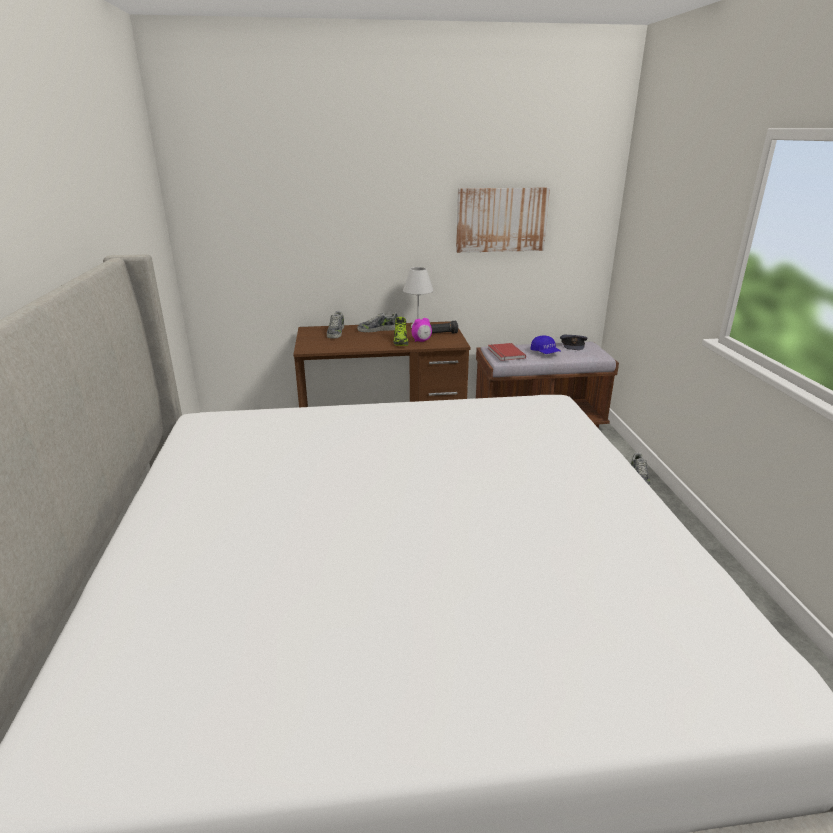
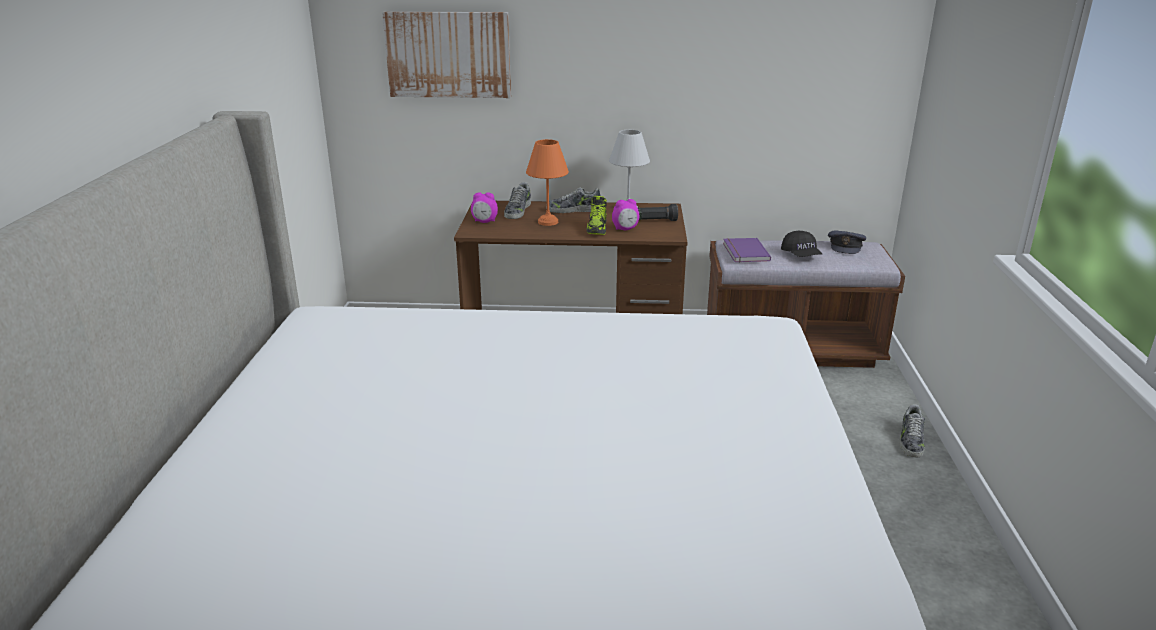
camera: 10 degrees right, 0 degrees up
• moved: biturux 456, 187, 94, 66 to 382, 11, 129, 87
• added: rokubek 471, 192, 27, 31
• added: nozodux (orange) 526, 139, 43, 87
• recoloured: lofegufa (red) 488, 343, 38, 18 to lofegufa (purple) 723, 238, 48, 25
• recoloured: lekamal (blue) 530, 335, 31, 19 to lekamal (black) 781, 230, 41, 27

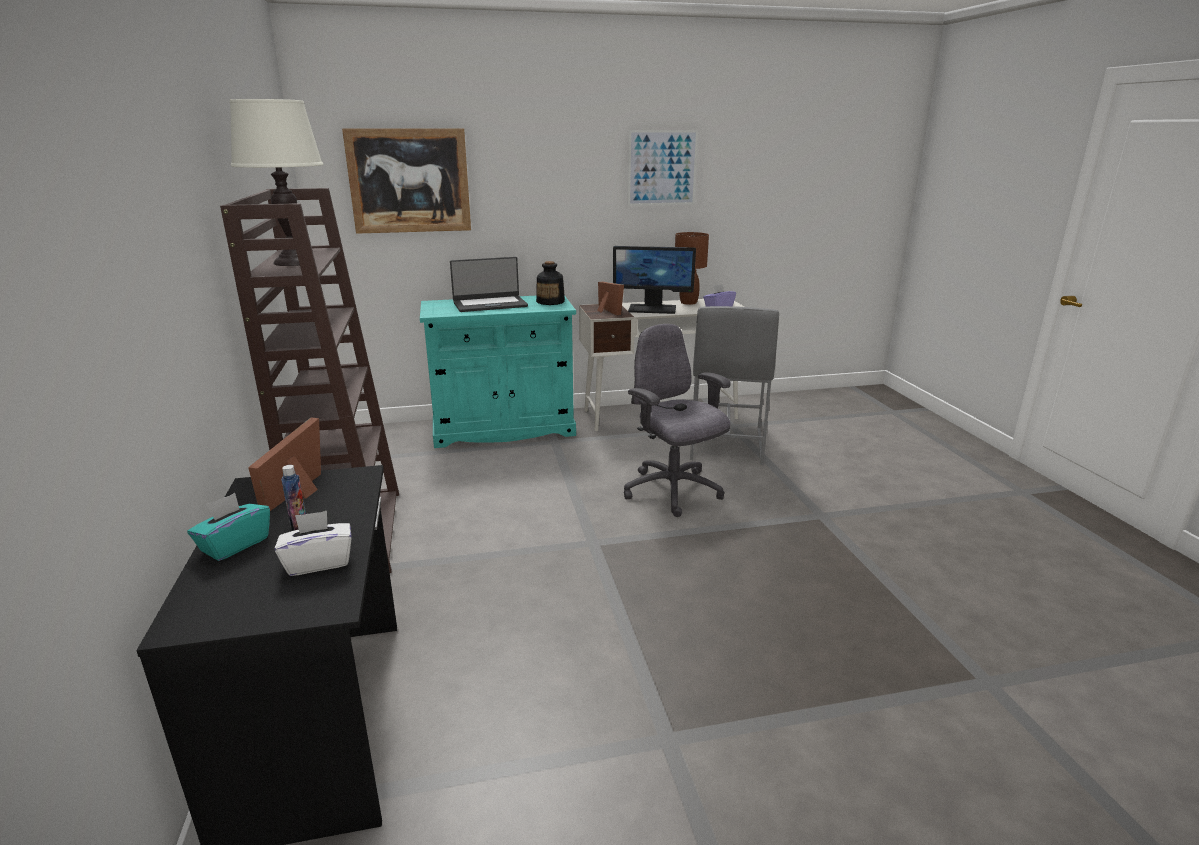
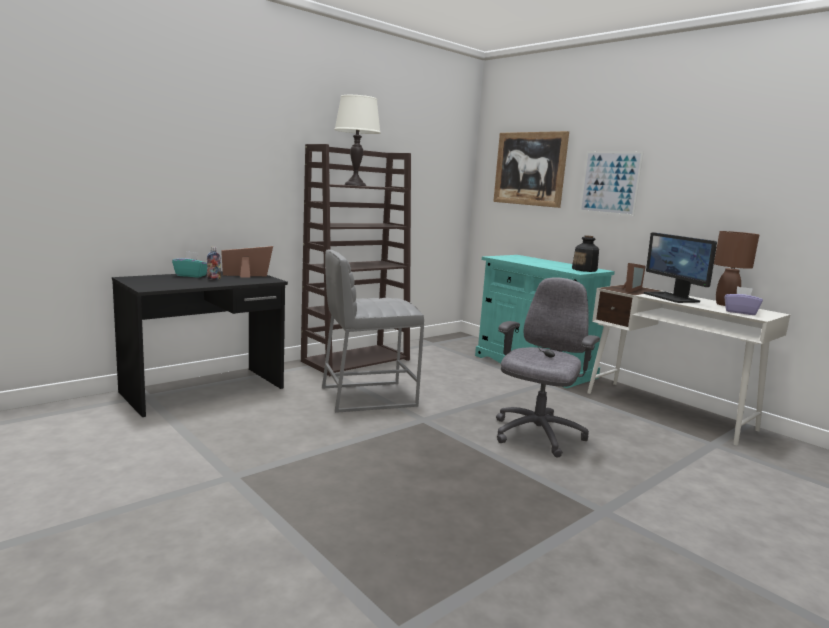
camera: 60 degrees right, 10 degrees down
• moved: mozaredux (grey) 690, 306, 89, 159 to 322, 249, 102, 164
• moved: biturux 628, 130, 70, 76 to 579, 151, 65, 66
• removed: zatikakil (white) 275, 511, 77, 65
• removed: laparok 450, 257, 78, 55

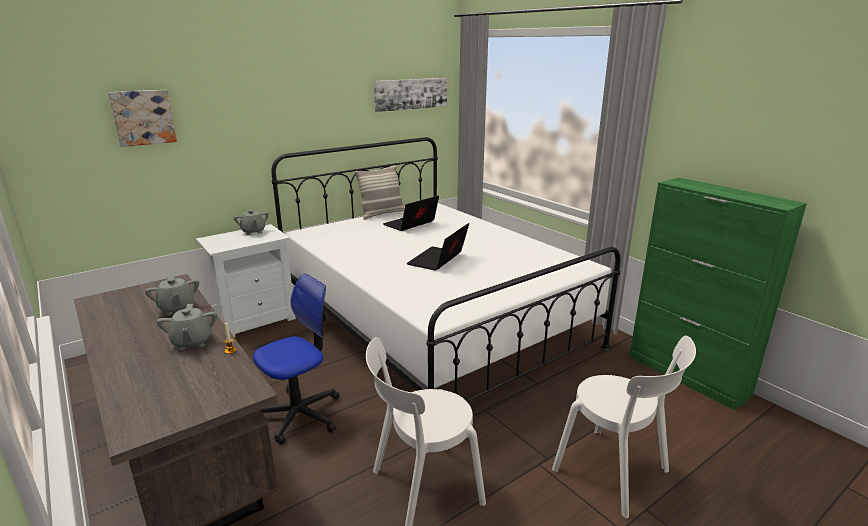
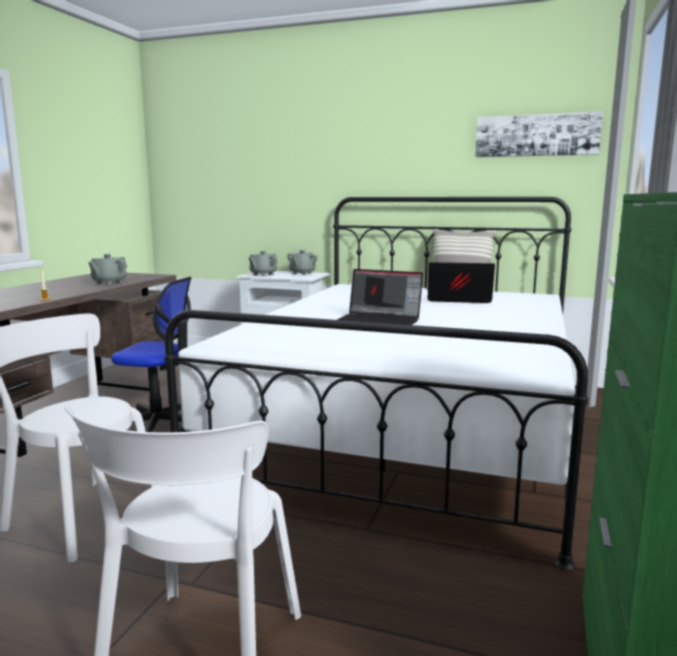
camera: 55 degrees right, 10 degrees down
• moved: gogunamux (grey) 157, 304, 60, 46 to 249, 251, 29, 25
• turned: laparok 407, 223, 62, 48 = 337, 269, 86, 56 150 degrees counterclockwise
• removed: biturux 108, 90, 69, 57

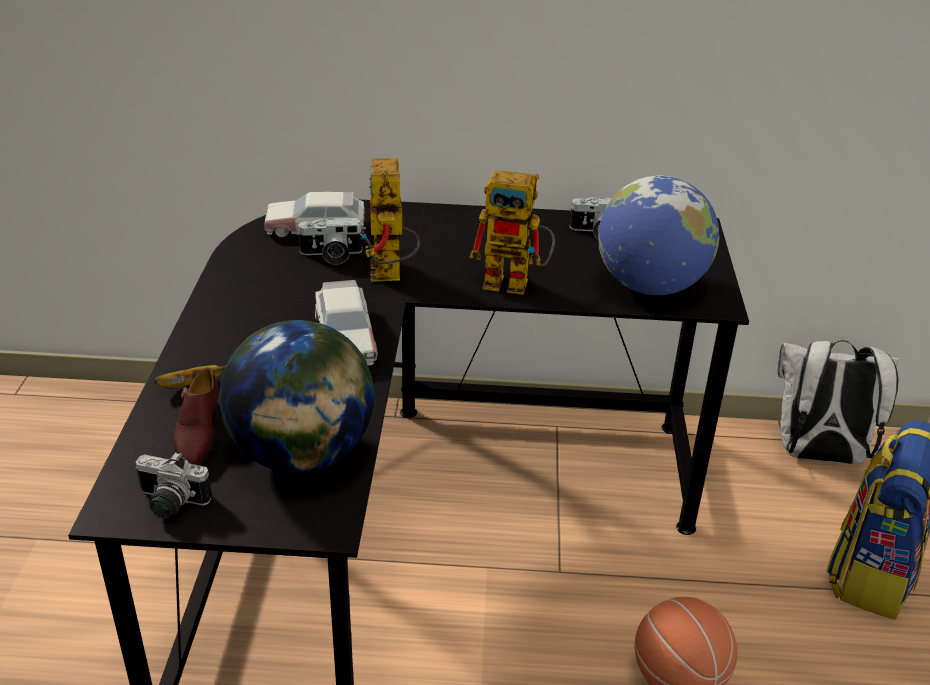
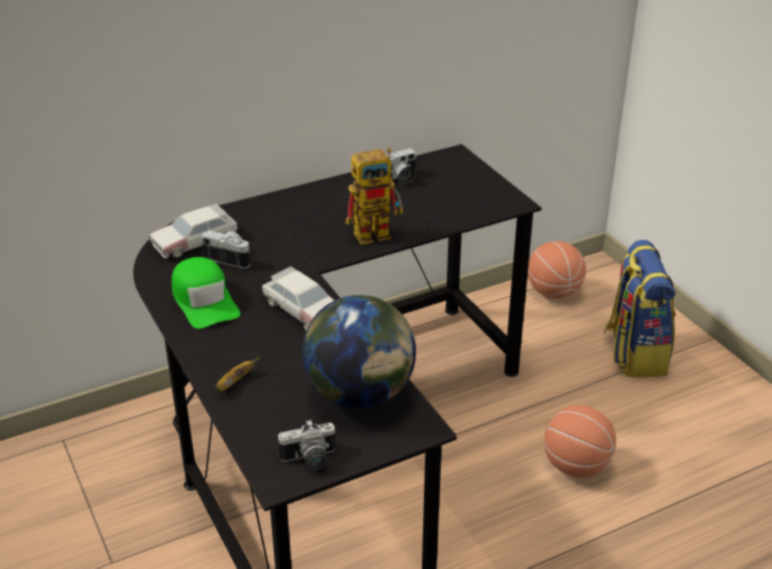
camera: 30 degrees left, 0 degrees up
• added: lekamal (green) 172, 257, 68, 72
• turned: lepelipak 296, 218, 68, 47 = 201, 230, 50, 39 120 degrees counterclockwise
• replaced: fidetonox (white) 778, 340, 122, 124 to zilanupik 528, 241, 58, 58
• removed: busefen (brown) 173, 368, 46, 98
• removed: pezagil 360, 158, 60, 124
• removed: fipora 598, 176, 121, 119

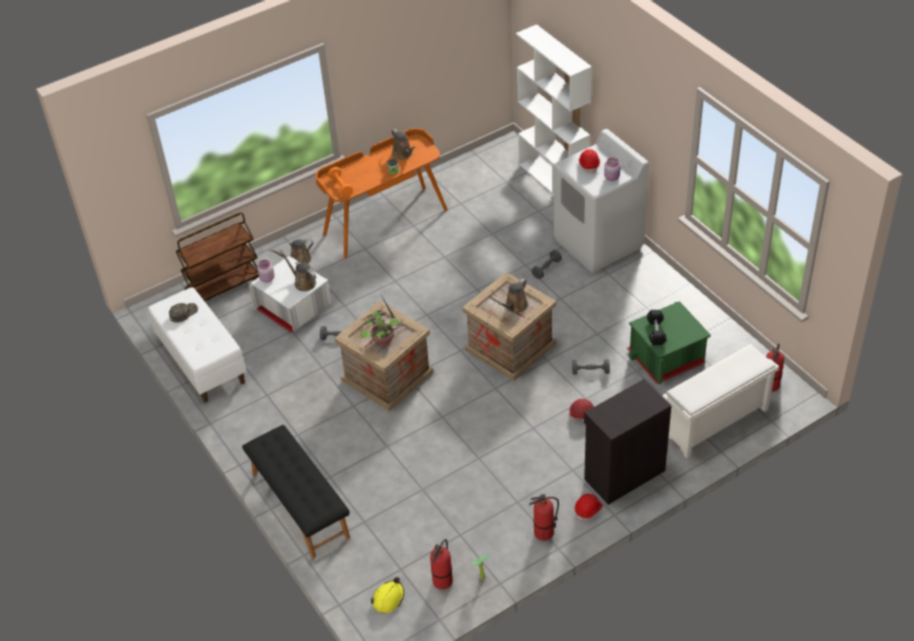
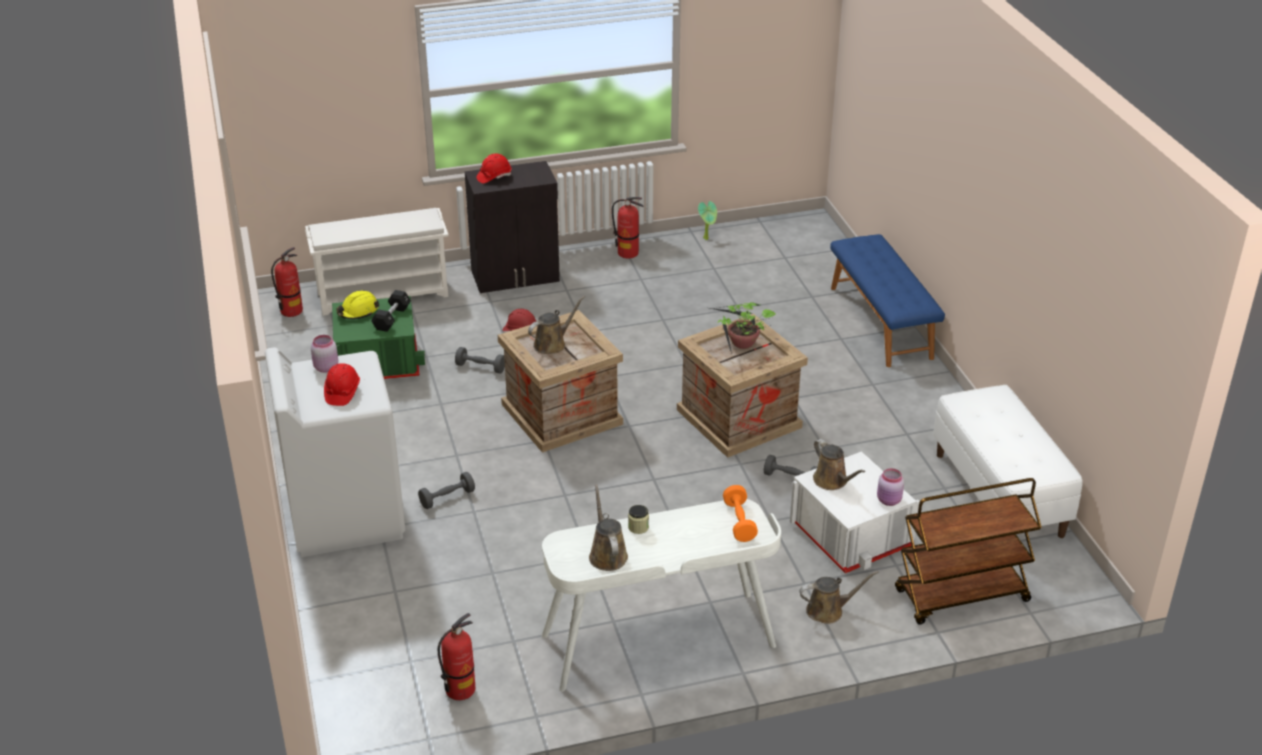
camera: 165 degrees left, 10 degrees down
• moved: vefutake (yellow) 371, 577, 33, 36 to 336, 291, 43, 28
• moved: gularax 430, 539, 23, 51 to 438, 613, 37, 87
• moved: vefutake (red) 575, 494, 28, 27 to 477, 153, 34, 30
• recoloured: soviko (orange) 315, 128, 133, 131 to soviko (white) 542, 499, 239, 193
• recoloured: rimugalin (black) 242, 425, 108, 134 to rimugalin (blue) 830, 234, 115, 133
• removed: lekamal (green) 169, 303, 29, 20
• removed: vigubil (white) 516, 24, 76, 171

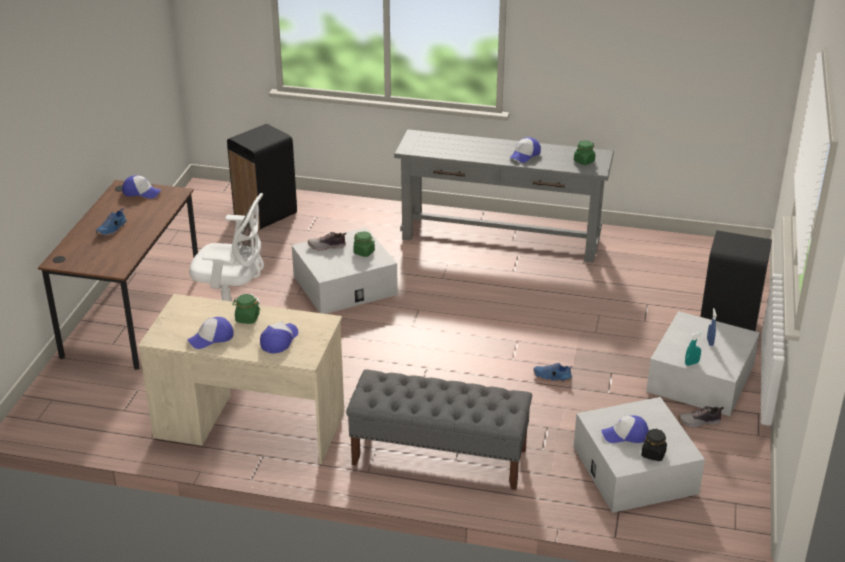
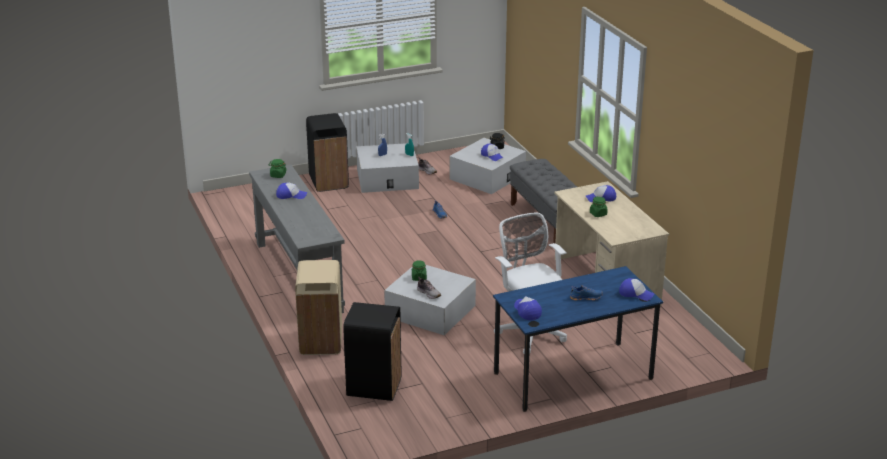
camera: 125 degrees left, 5 degrees down
• added: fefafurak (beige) 295, 260, 47, 95
• recoloured: soviko (brown) 38, 180, 160, 190 to soviko (blue) 493, 266, 170, 146
• moved: lekamal 187, 317, 47, 32 to 619, 278, 36, 23

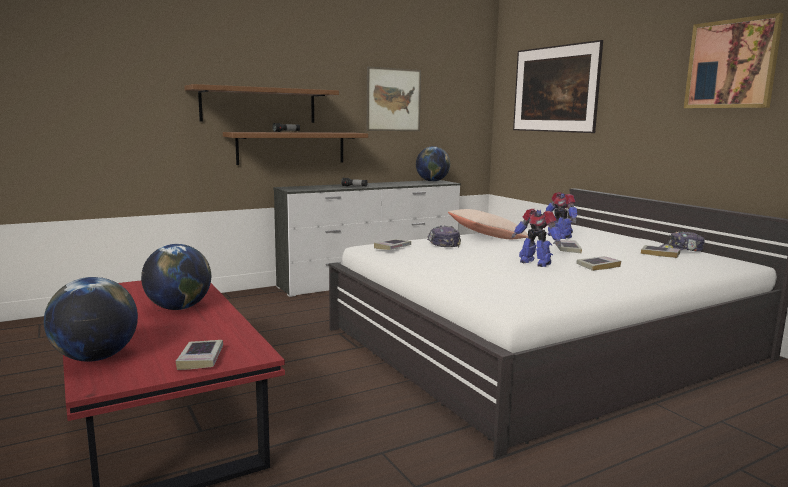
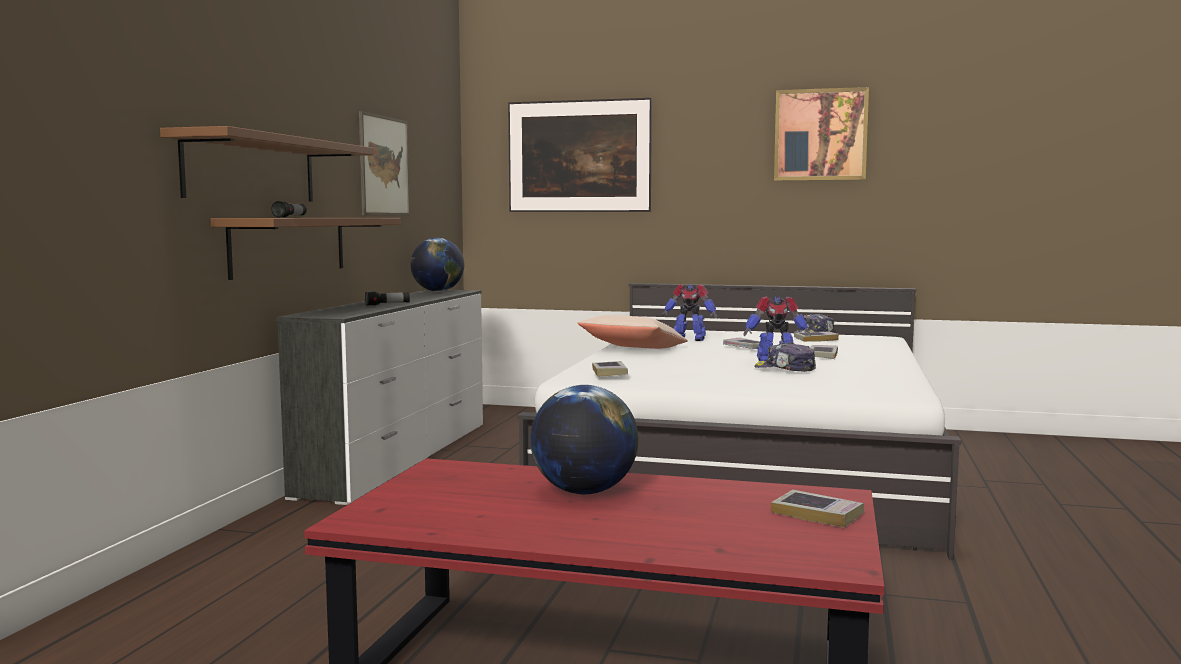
camera: 45 degrees left, 5 degrees down
• moved: lekamal 427, 226, 34, 21 to 754, 343, 62, 29
• removed: fipora 44, 277, 94, 85

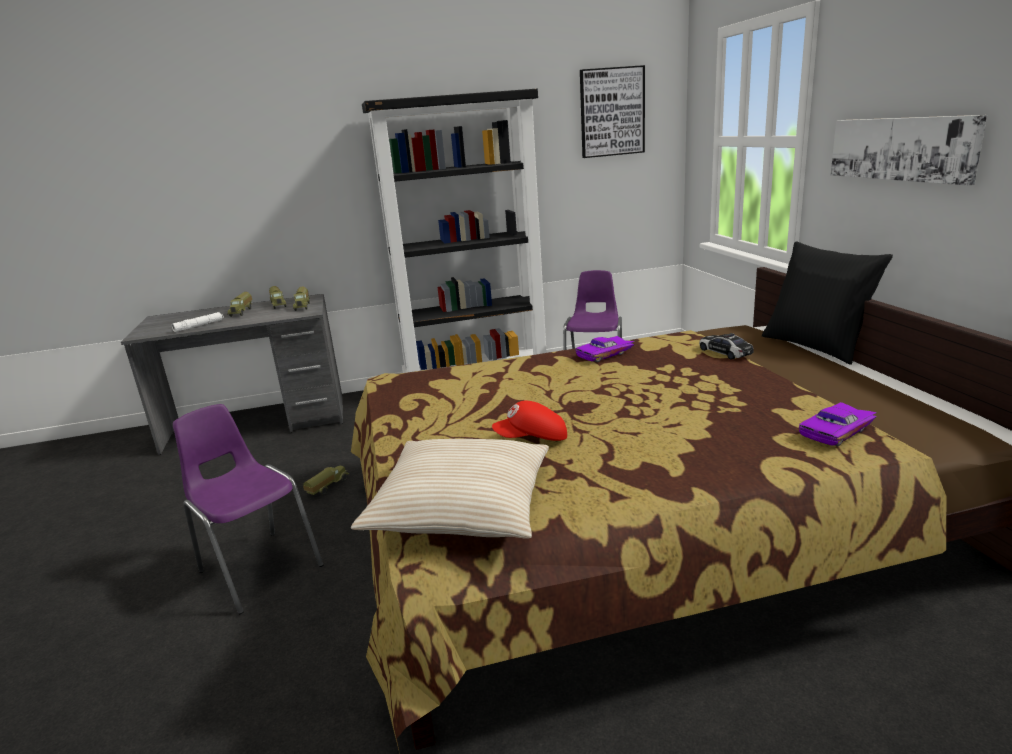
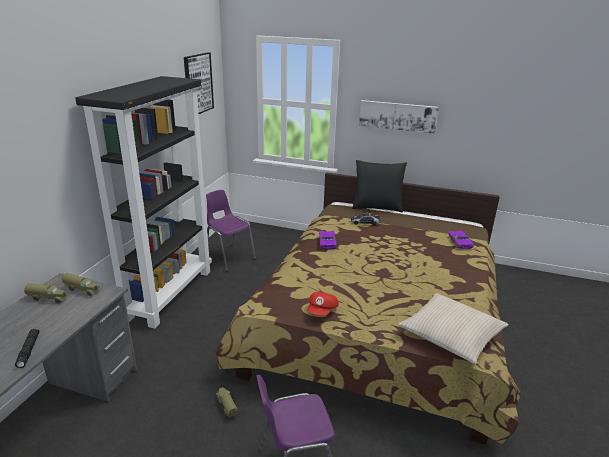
camera: 60 degrees left, 5 degrees up
• recoloured: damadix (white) 172, 312, 52, 20 to damadix (black) 15, 329, 25, 39
• moved: lekamal (red) 492, 401, 75, 40 to 308, 292, 31, 24
• removed: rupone 228, 292, 24, 25

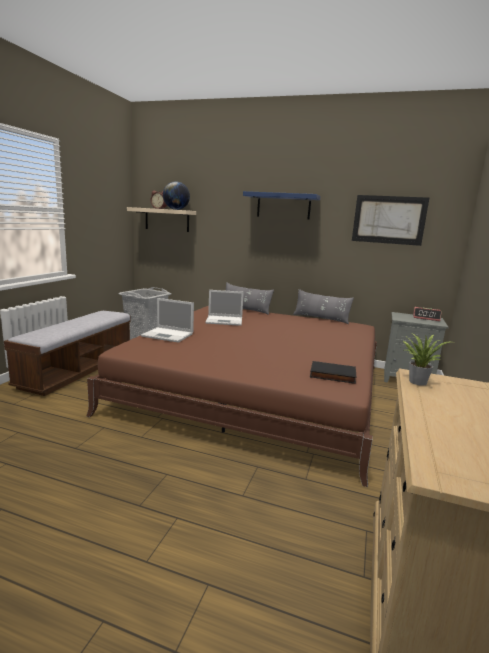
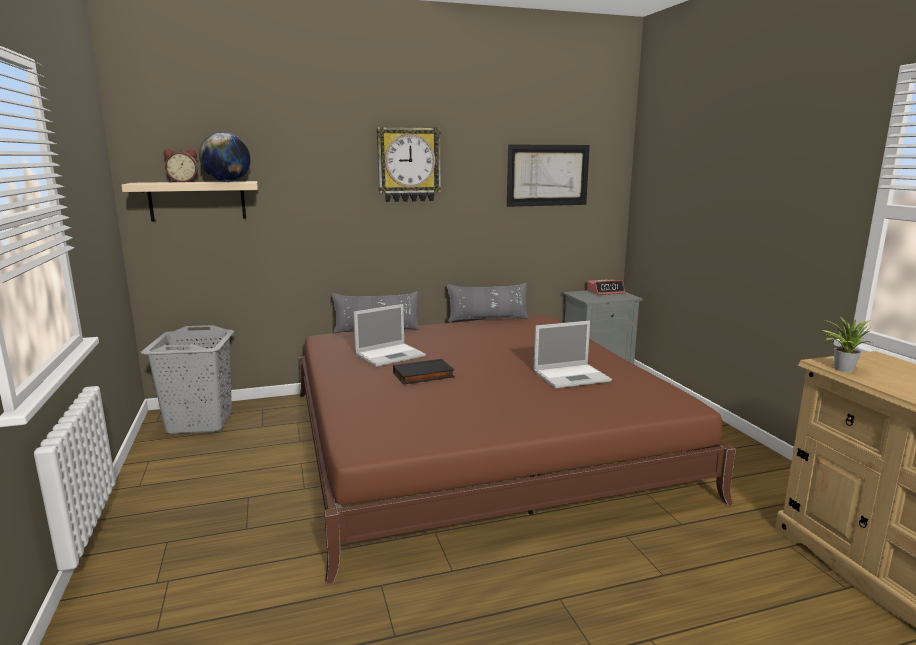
camera: 35 degrees left, 0 degrees up
• replaced: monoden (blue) 243, 191, 77, 29 to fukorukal 377, 127, 64, 75
• moved: lofegufa (black) 310, 361, 47, 23 to 393, 359, 62, 26
• moved: laparok 141, 298, 53, 45 to 533, 321, 79, 68
• removed: rimugalin 4, 311, 127, 85

